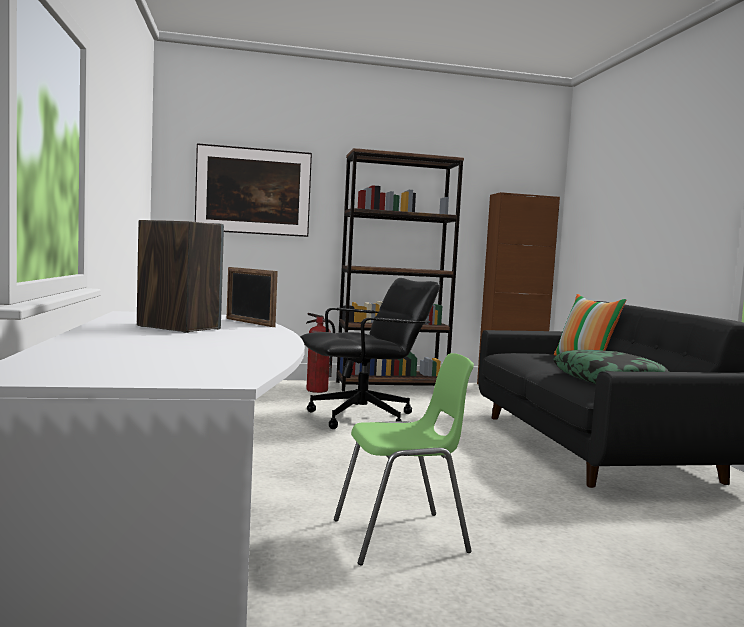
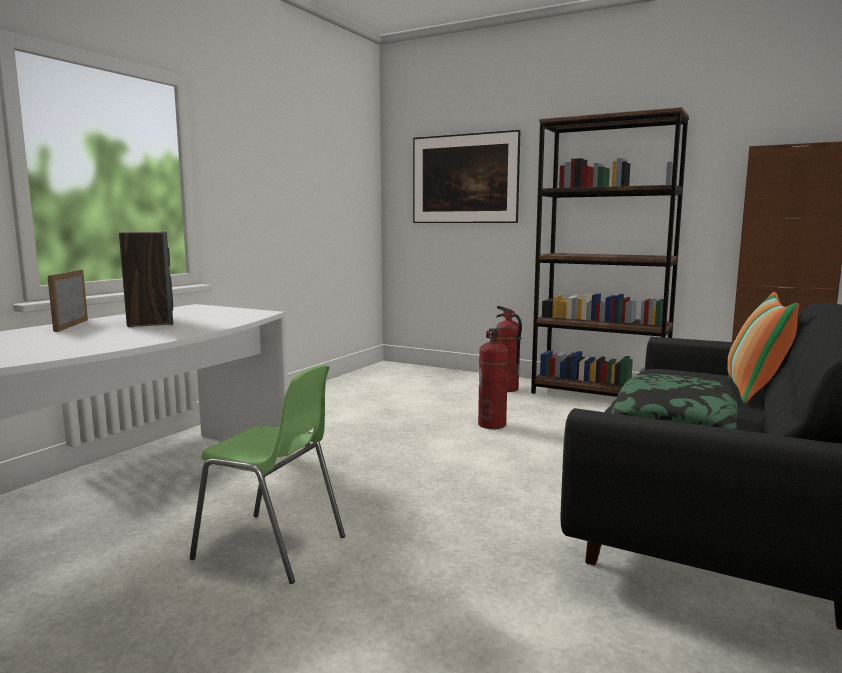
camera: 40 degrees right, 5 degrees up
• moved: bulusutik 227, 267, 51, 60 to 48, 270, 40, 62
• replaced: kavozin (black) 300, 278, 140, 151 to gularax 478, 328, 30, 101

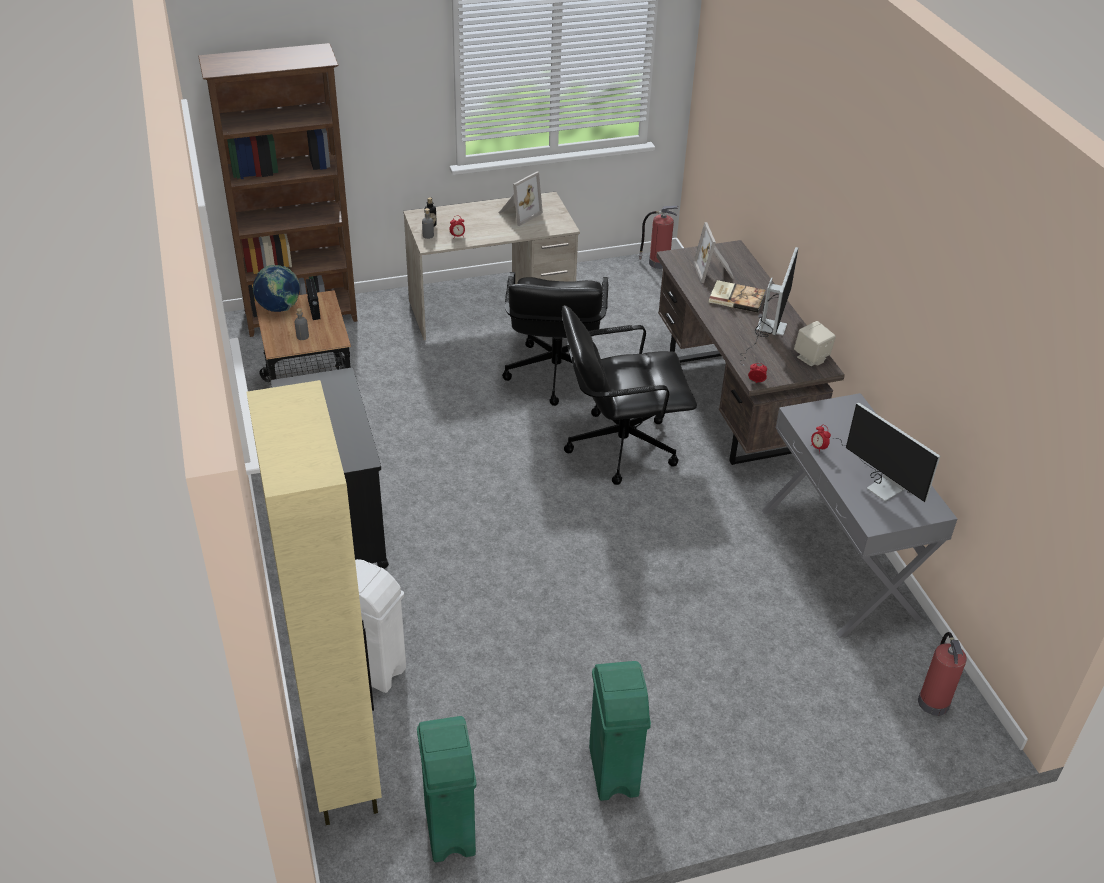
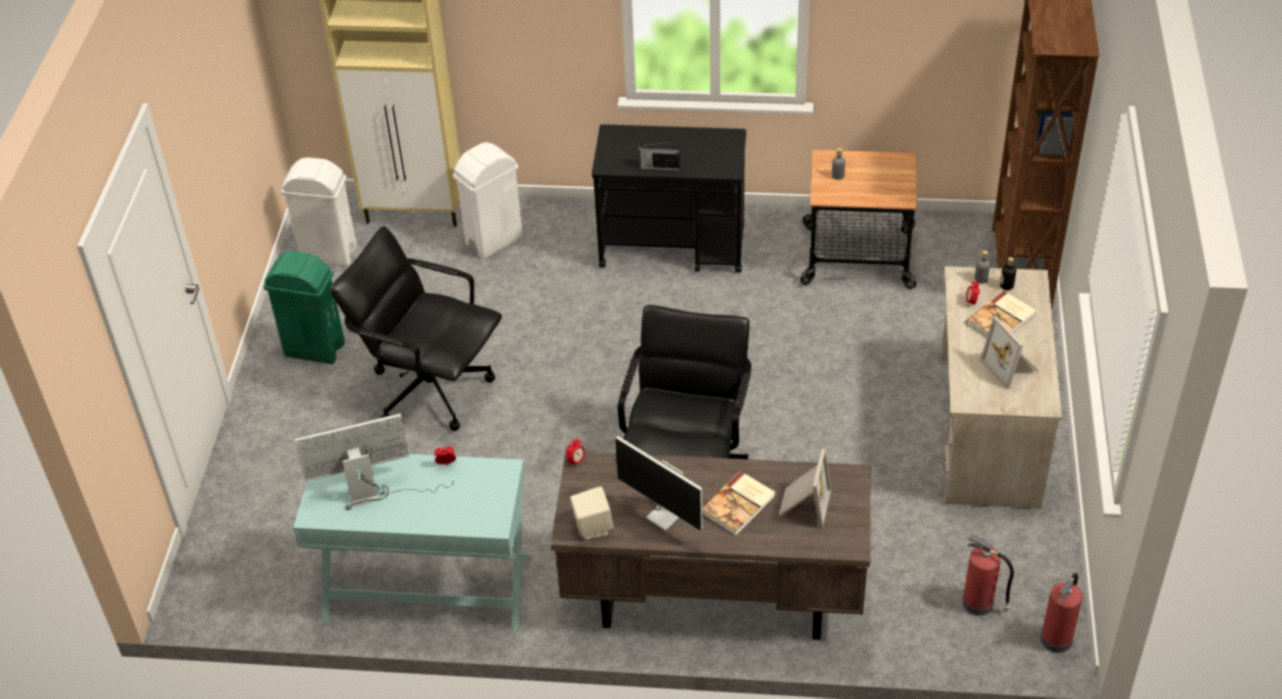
camera: 115 degrees right, 5 degrees up
• recoloured: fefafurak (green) 417, 716, 60, 146 to fefafurak (white) 281, 157, 76, 109
• recoloured: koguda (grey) 762, 393, 195, 245 to koguda (turquoise) 293, 454, 239, 180
• moved: kavozin (black) 502, 272, 106, 134 to 330, 226, 172, 205
• moved: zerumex 306, 278, 15, 42 to 639, 141, 41, 30
• turned: bulusutik 693, 222, 41, 61 = 779, 449, 52, 79 90 degrees clockwise
• moved: gularax 918, 632, 49, 84 to 962, 534, 52, 82
• added: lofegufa 966, 291, 70, 46
• removed: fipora 253, 265, 47, 47

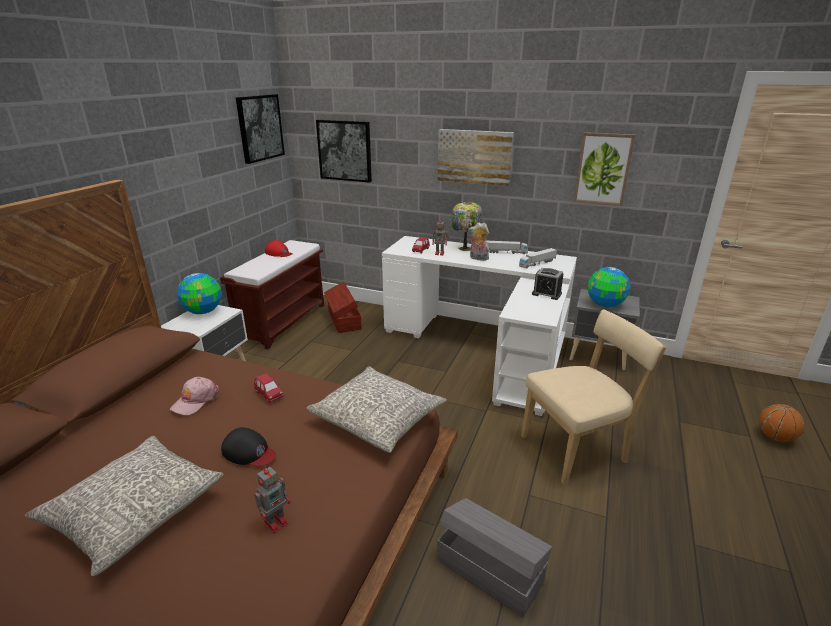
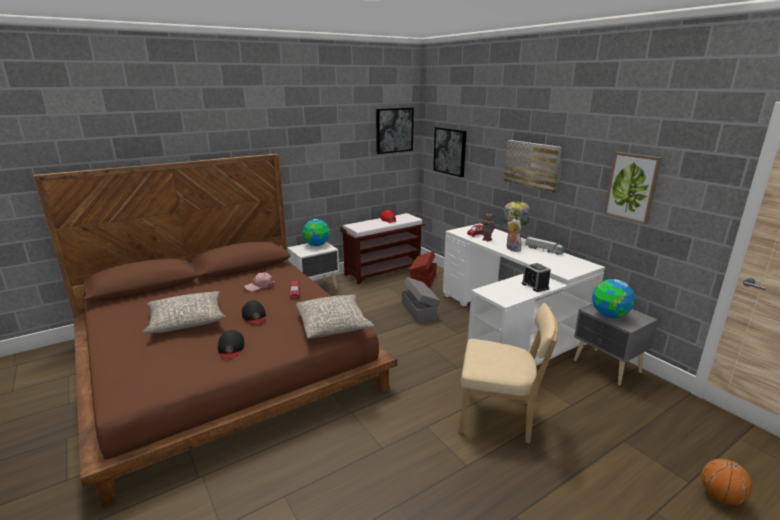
camera: 35 degrees right, 5 degrees down
• replaced: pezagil 254, 465, 37, 68 to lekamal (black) 218, 330, 27, 29
• moved: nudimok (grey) 437, 498, 115, 119 to 402, 277, 38, 46
• removed: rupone 519, 248, 38, 20

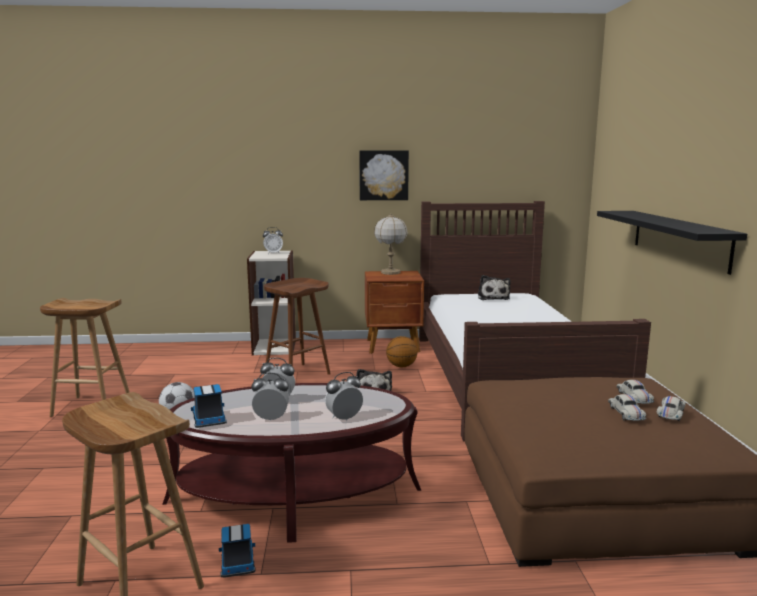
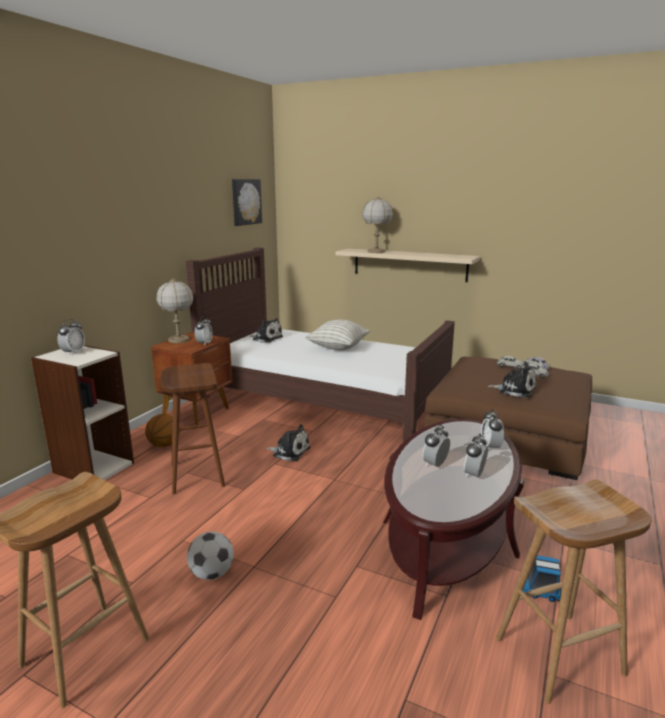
camera: 60 degrees left, 5 degrees up
• moved: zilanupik 386, 336, 32, 31 to 145, 414, 35, 33
• added: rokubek 195, 316, 18, 28
• moved: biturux 359, 150, 50, 50 to 232, 179, 30, 47
• added: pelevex 305, 320, 65, 30
• recoloured: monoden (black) 597, 211, 150, 64 to monoden (beige) 336, 248, 144, 34
• added: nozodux 362, 196, 31, 57
• added: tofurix 488, 363, 48, 34
• removed: rupone 191, 384, 36, 44

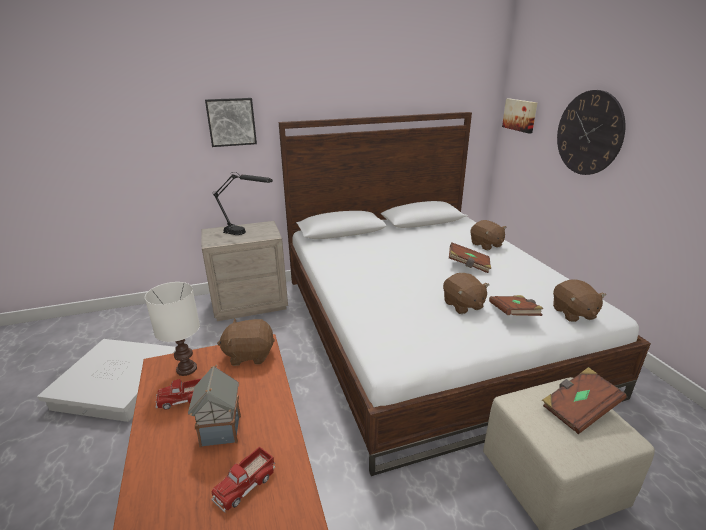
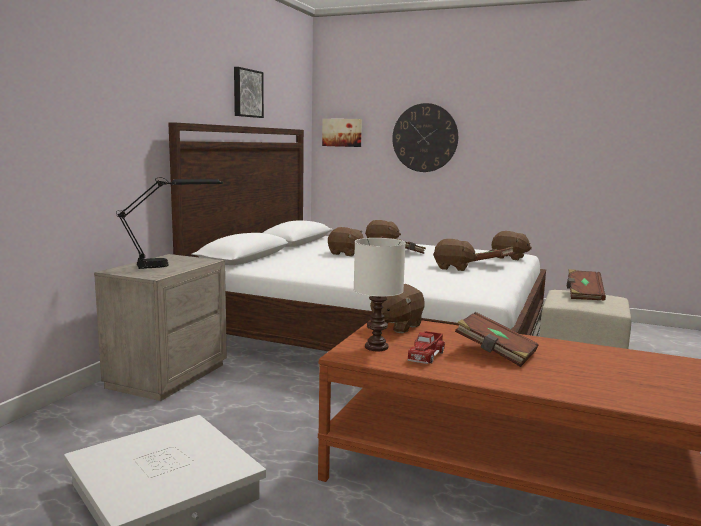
camera: 50 degrees left, 15 degrees down
• moved: biturux 205, 98, 52, 49 to 234, 67, 30, 51
• added: tofurix (brown) 328, 227, 35, 29
• replaced: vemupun 188, 365, 53, 83 to lofegufa (brown) 455, 312, 84, 55
• removed: rupone 211, 446, 64, 67

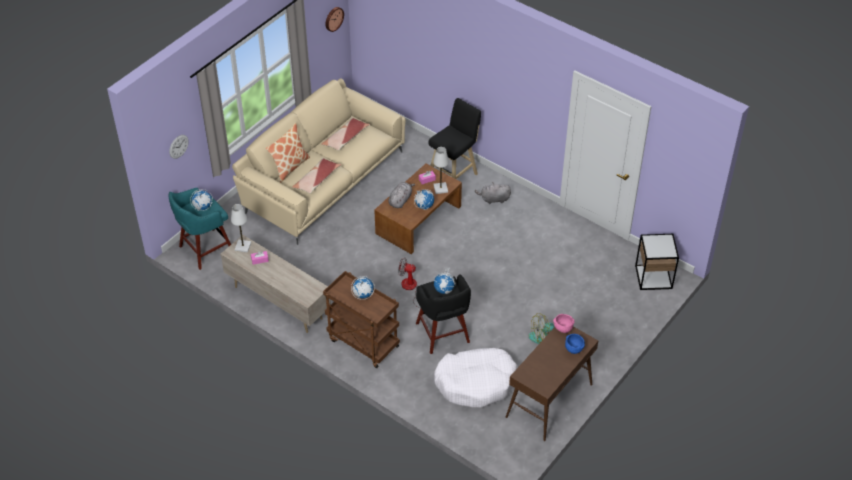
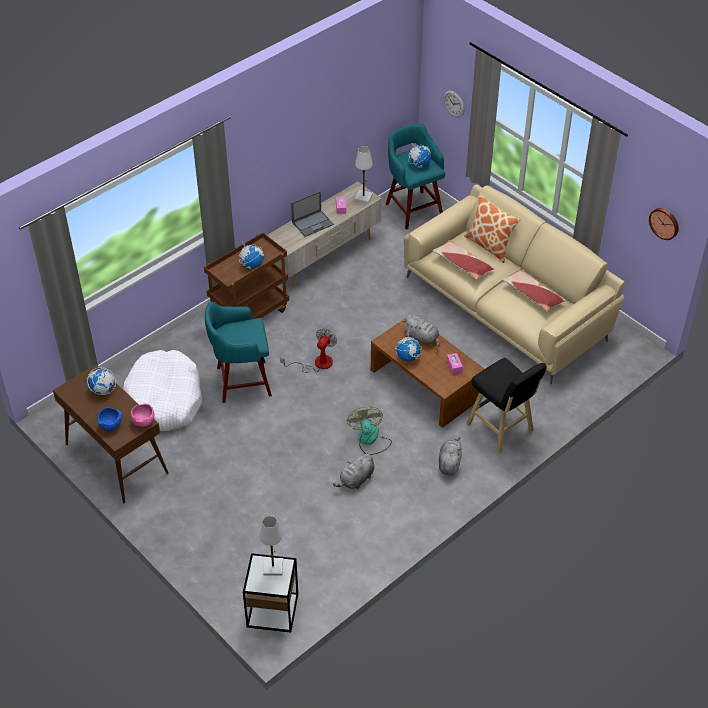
camera: 100 degrees right, 0 degrees up
• moved: fipora 434, 268, 22, 26 to 87, 367, 29, 28
• recoloured: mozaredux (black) 416, 275, 55, 79 to mozaredux (turquoise) 205, 301, 67, 102
• moved: nozodux (white) 433, 147, 16, 47 to 259, 516, 24, 59
• added: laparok 291, 191, 43, 46
• added: tofurix (grey) 333, 453, 41, 36
• moved: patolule 528, 313, 26, 31 to 347, 407, 45, 48

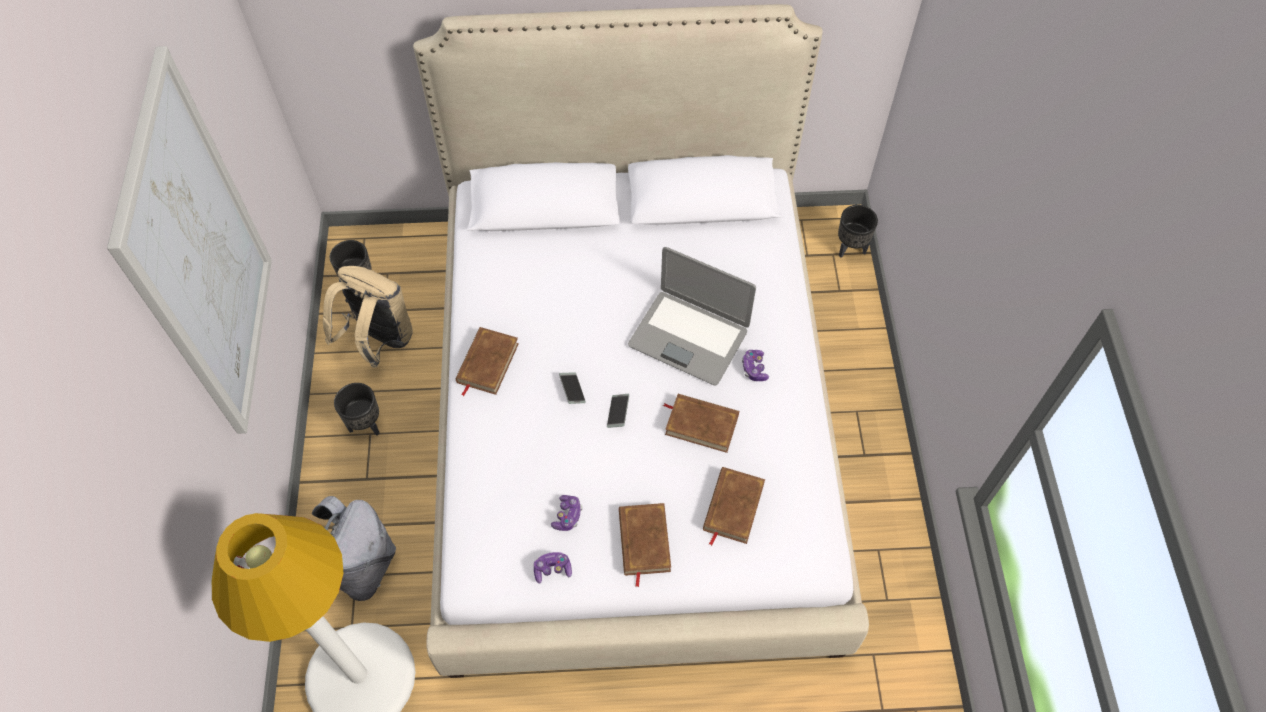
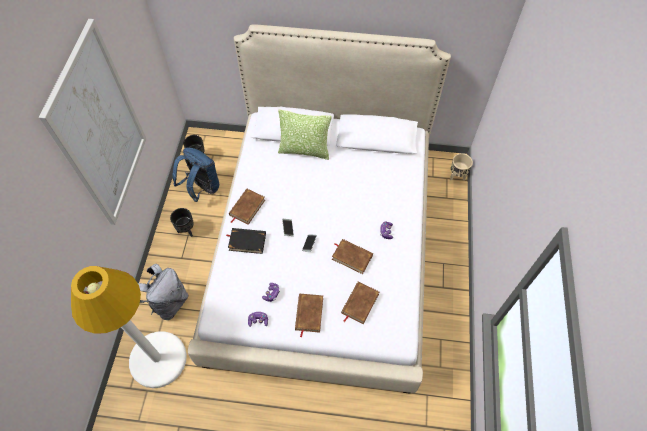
camera: 10 degrees right, 0 degrees up
• recoloured: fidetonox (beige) 323, 266, 89, 102 to fidetonox (blue) 172, 148, 47, 54
• added: lofegufa (black) 226, 228, 40, 26
• added: pelevex 278, 110, 54, 50
• recoloured: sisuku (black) 838, 205, 40, 53 to sisuku (beige) 450, 153, 23, 28
• removed: laparok 628, 247, 128, 138

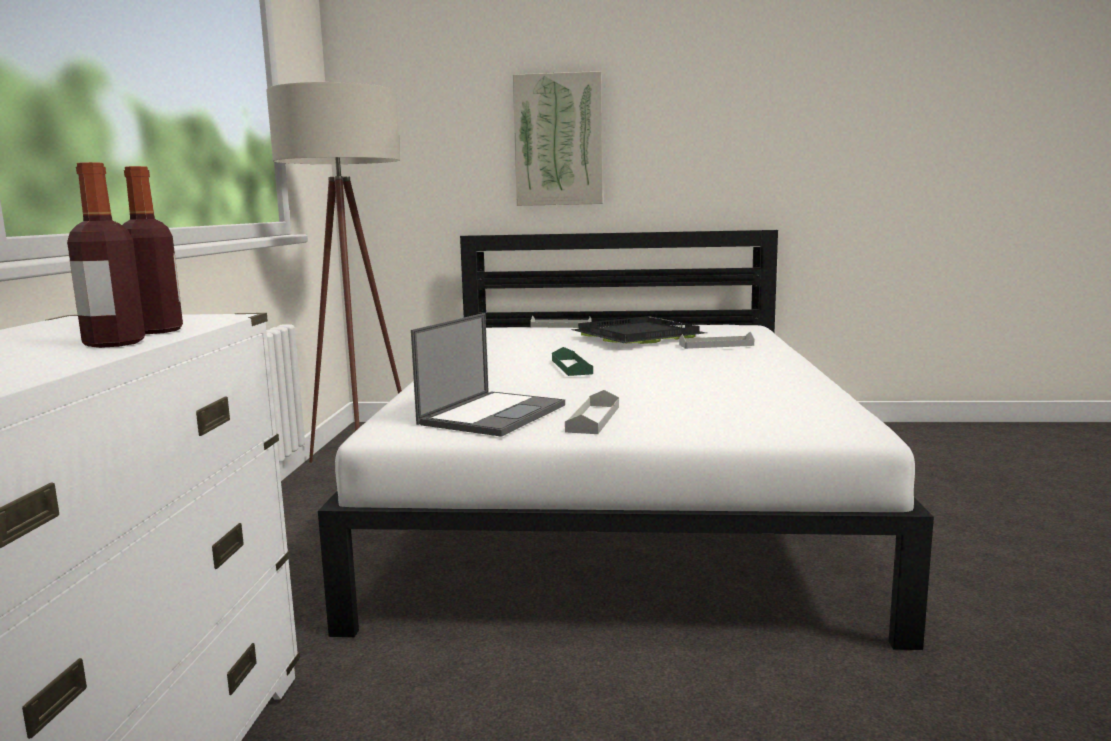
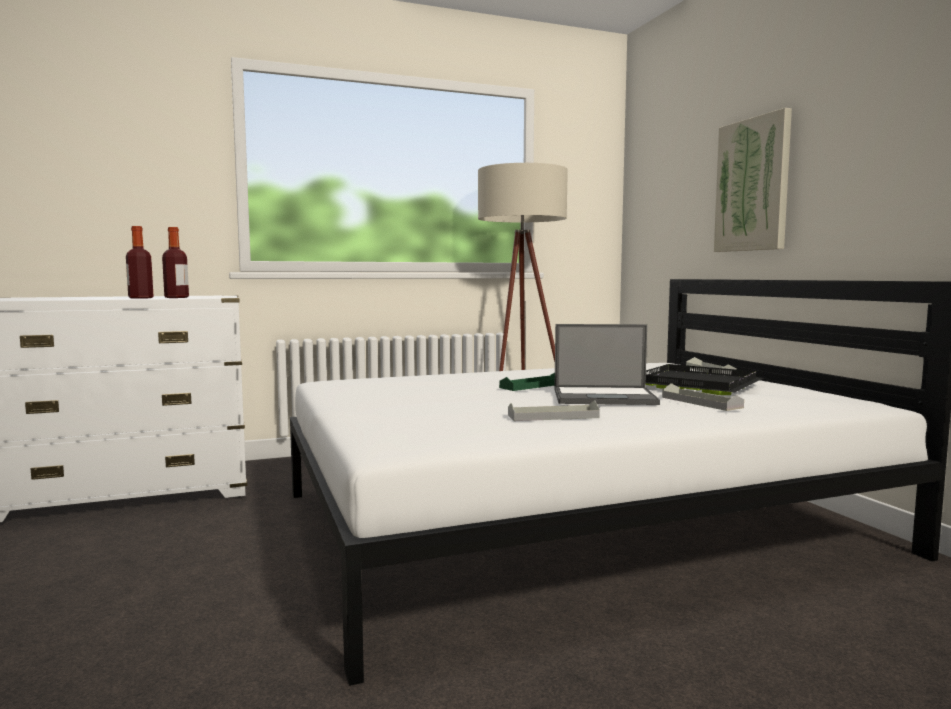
camera: 65 degrees right, 5 degrees down
• moved: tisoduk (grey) 565, 390, 54, 44 to 508, 400, 92, 21
• moved: laparok 411, 313, 154, 124 to 554, 324, 106, 81

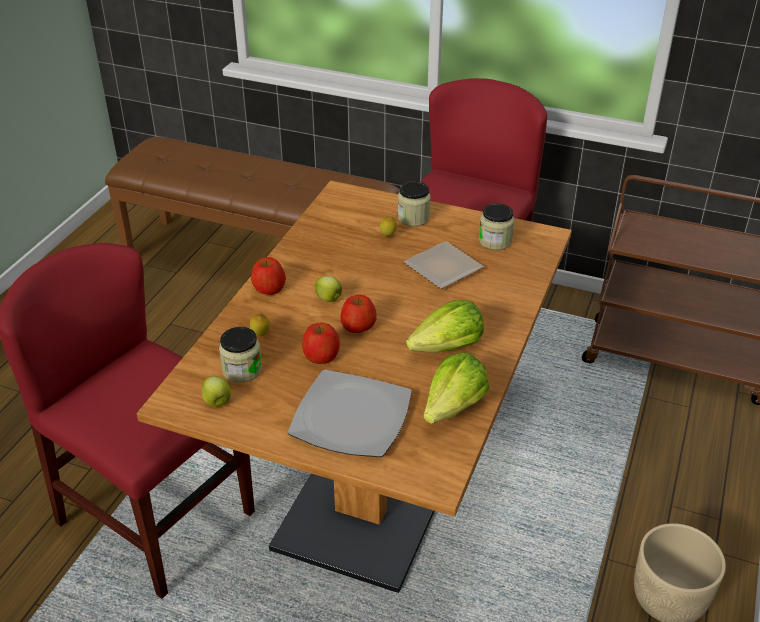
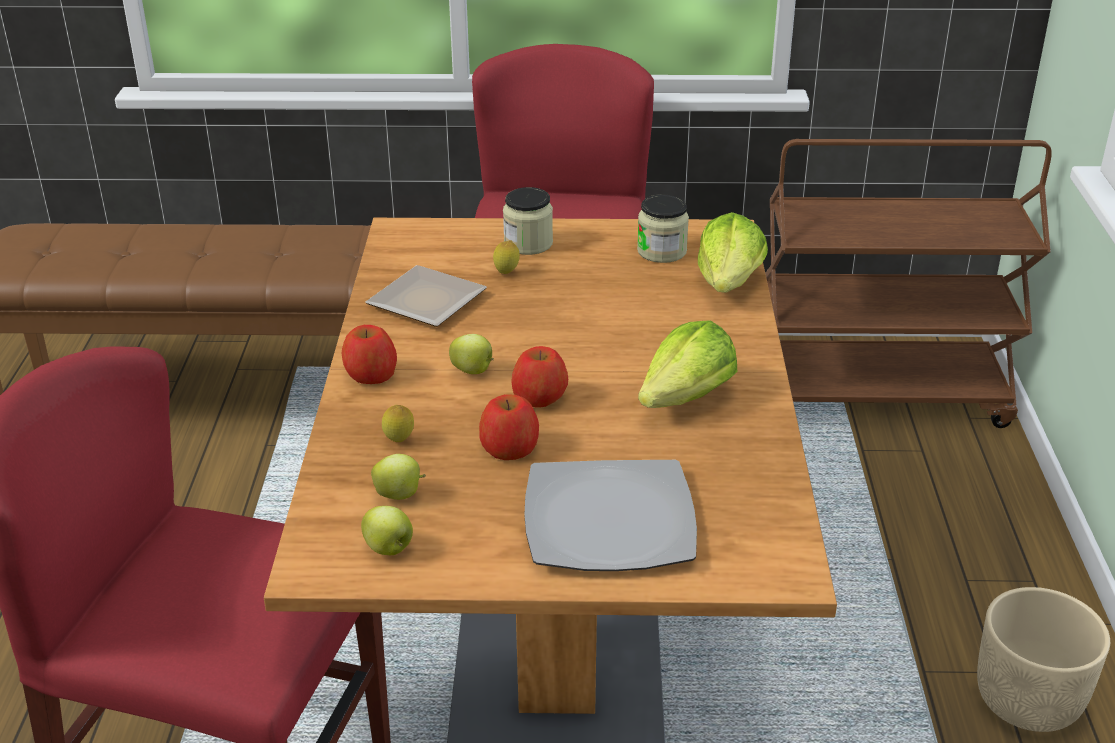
camera: 20 degrees left, 5 degrees down
• moved: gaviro 403, 241, 81, 48 to 365, 265, 122, 62
• replaced: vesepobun 219, 327, 43, 56 to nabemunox 371, 454, 55, 46
• moved: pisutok 423, 352, 66, 72 to 698, 212, 70, 81

